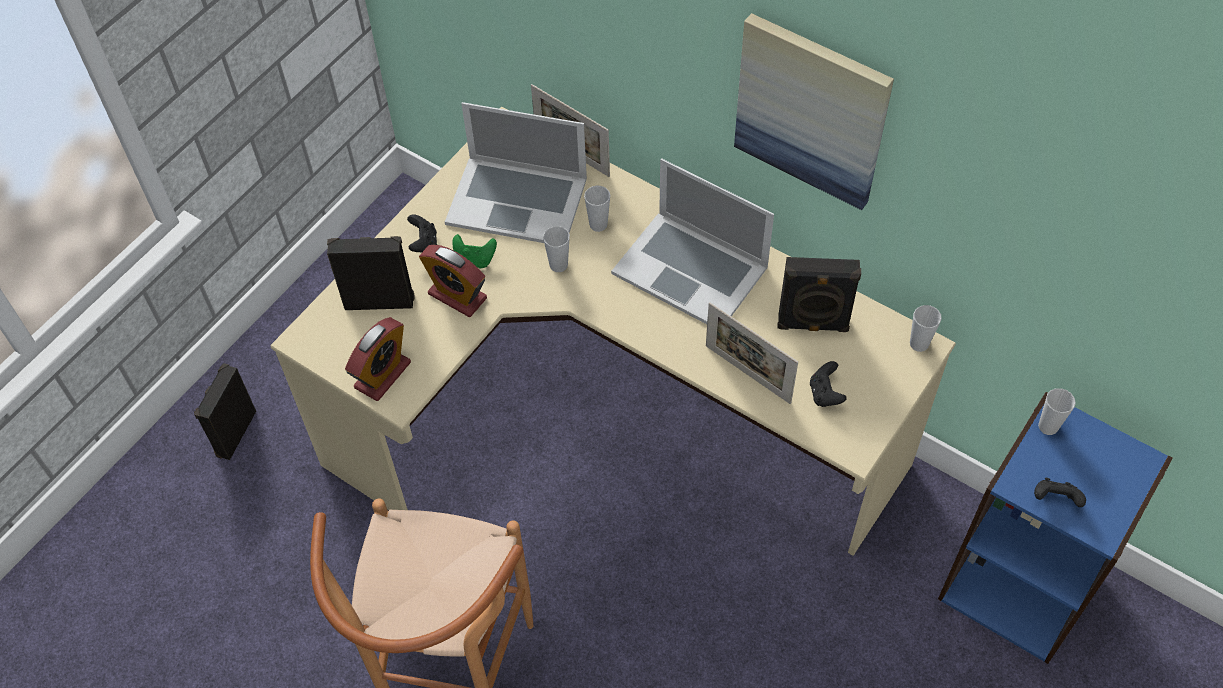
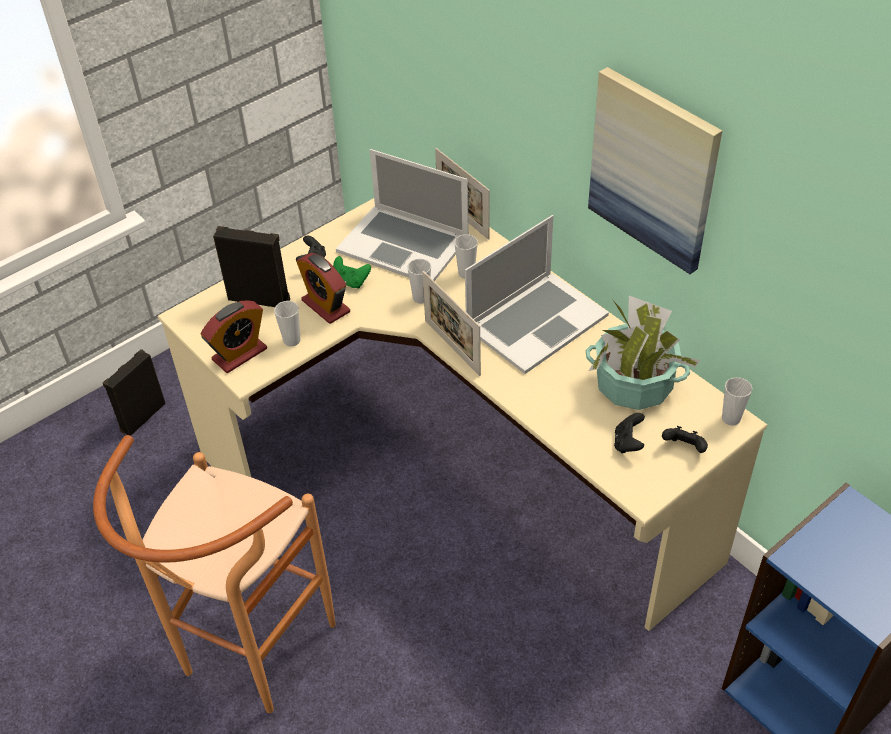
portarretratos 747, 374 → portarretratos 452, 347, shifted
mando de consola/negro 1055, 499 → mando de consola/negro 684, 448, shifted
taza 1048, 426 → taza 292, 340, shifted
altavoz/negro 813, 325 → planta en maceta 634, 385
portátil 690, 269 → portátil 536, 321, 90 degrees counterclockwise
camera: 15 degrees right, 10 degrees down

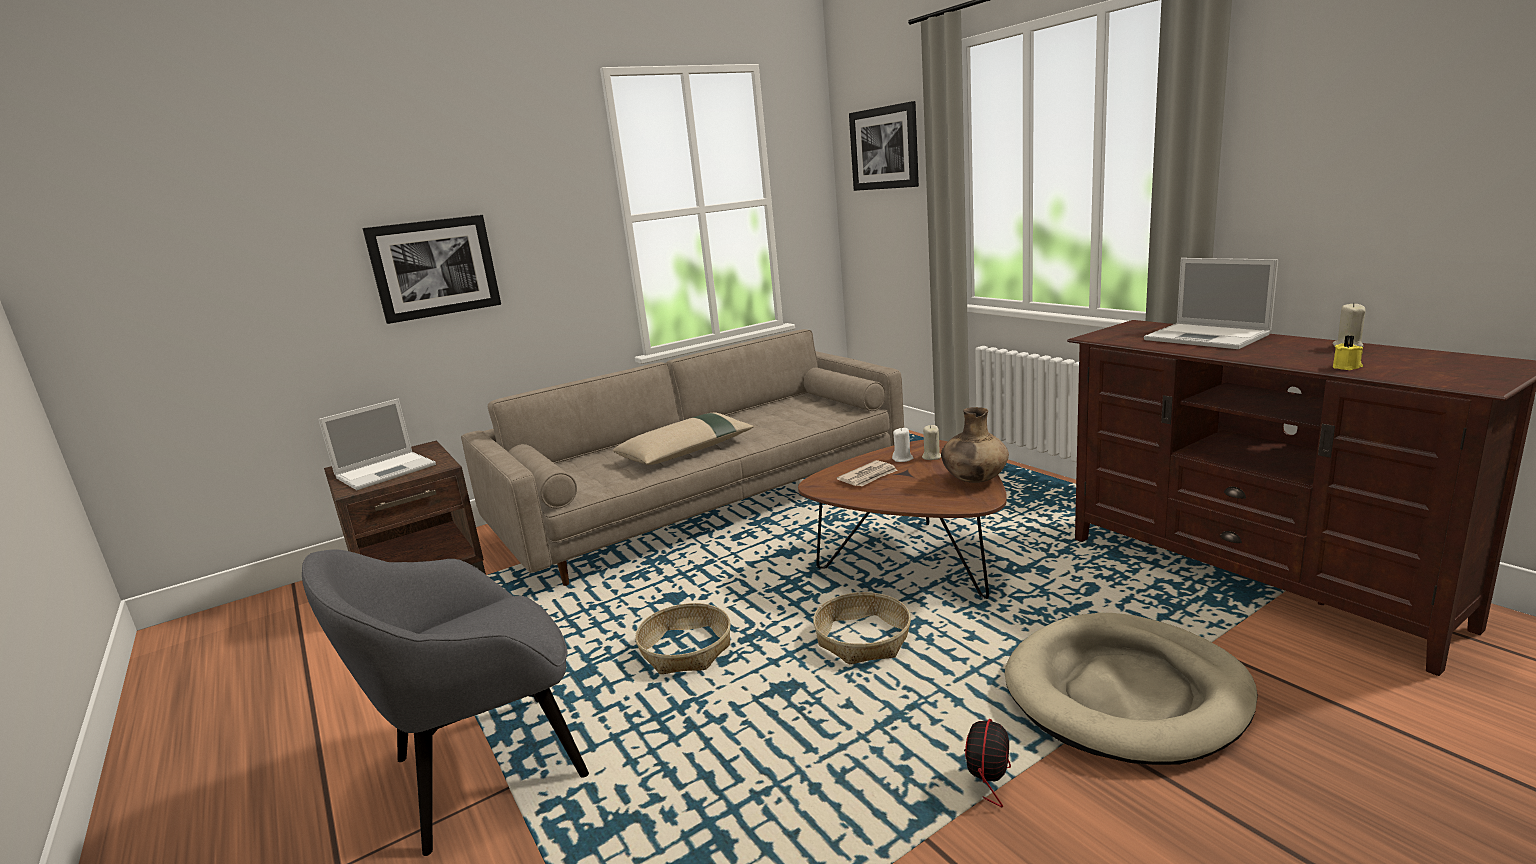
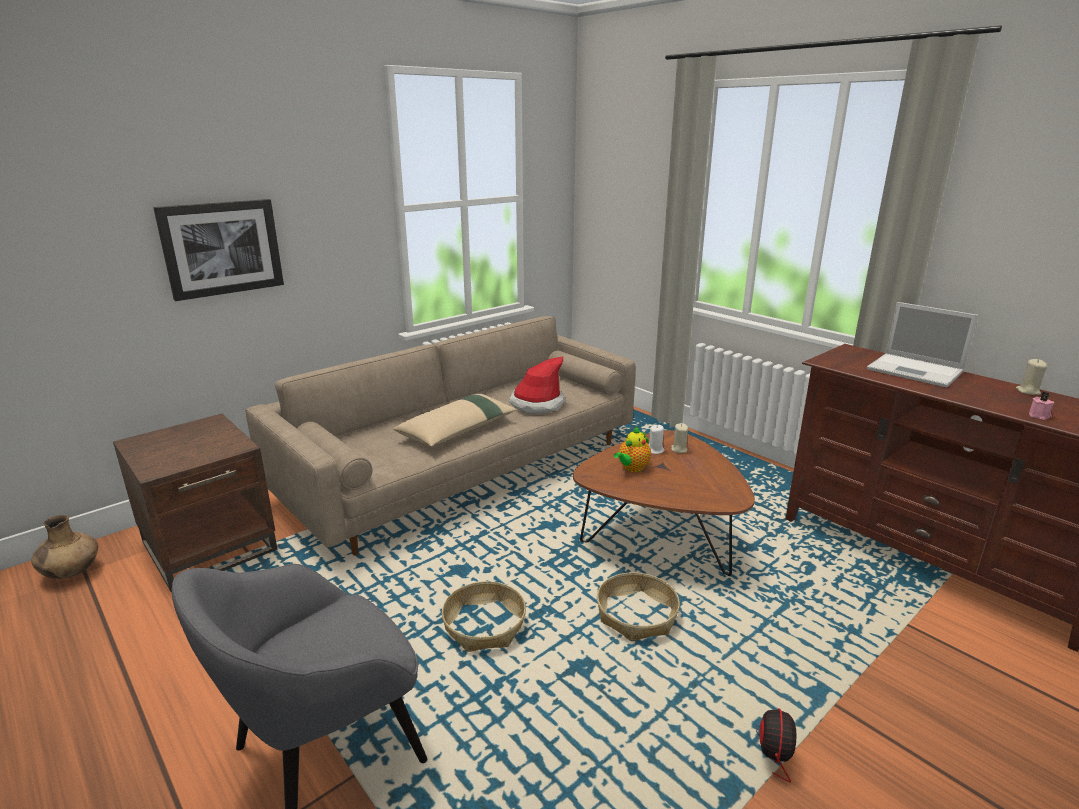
portátil 387, 470 → -
cuadro 884, 148 → -
cama para perro/beis 1126, 693 → -
- → sombrero 537, 404
florero/marrón 974, 480 → florero/marrón 71, 572, shifted
periódico 869, 476 → tetera 632, 468
vela/amarillo 1347, 367 → vela/rosa 1039, 416
camera: 10 degrees left, 5 degrees up

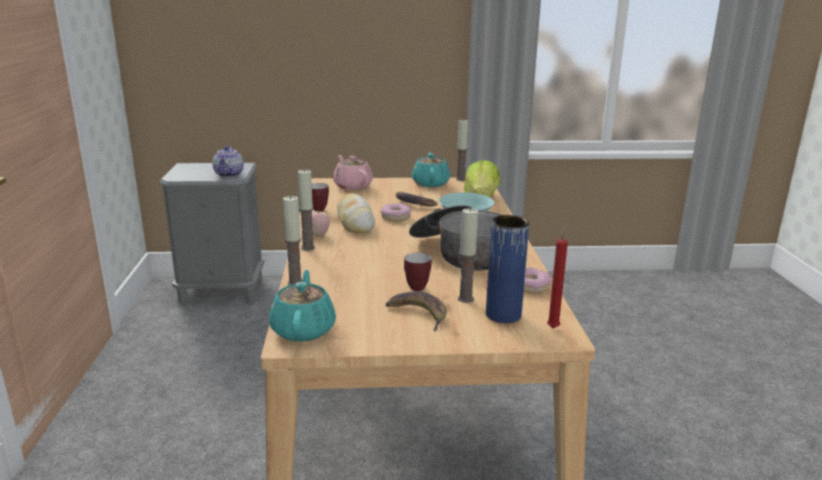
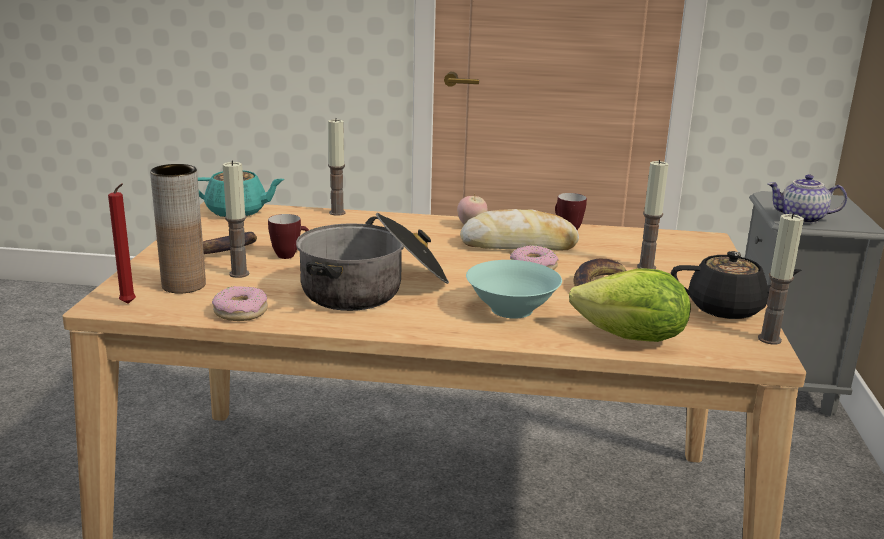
tetera/rosa 352, 186 → -
vela 308, 248 → vela 646, 267, shifted
tetera/turquesa 430, 183 → tetera/negro 727, 309
florero/azul 503, 315 → florero/marrón 184, 285
camera: 100 degrees right, 0 degrees up

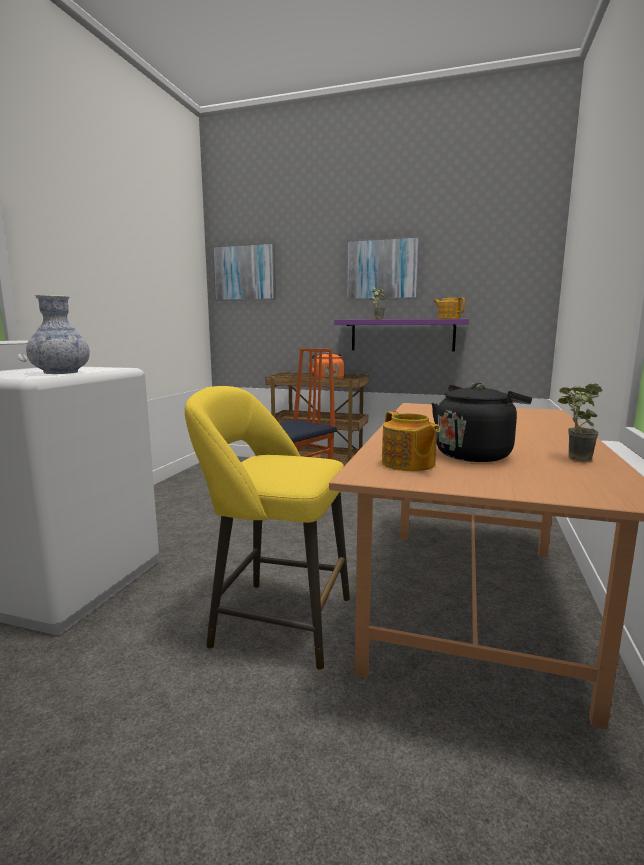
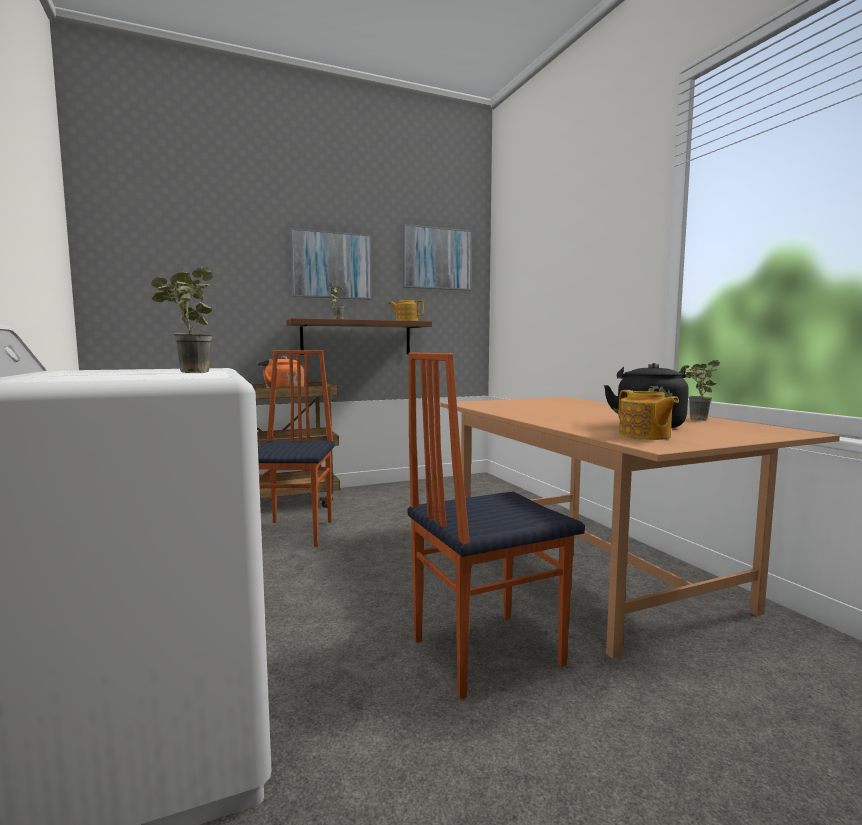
cuadro 245, 273 → cuadro 437, 258, shifted
florero 61, 373 → planta en maceta 186, 372
taburete/amarillo 275, 621 → silla 484, 651
estante/morado 402, 335 → estante/marrón 356, 337
tetera 408, 464 → tetera 644, 436, 45 degrees clockwise
camera: 40 degrees left, 5 degrees down

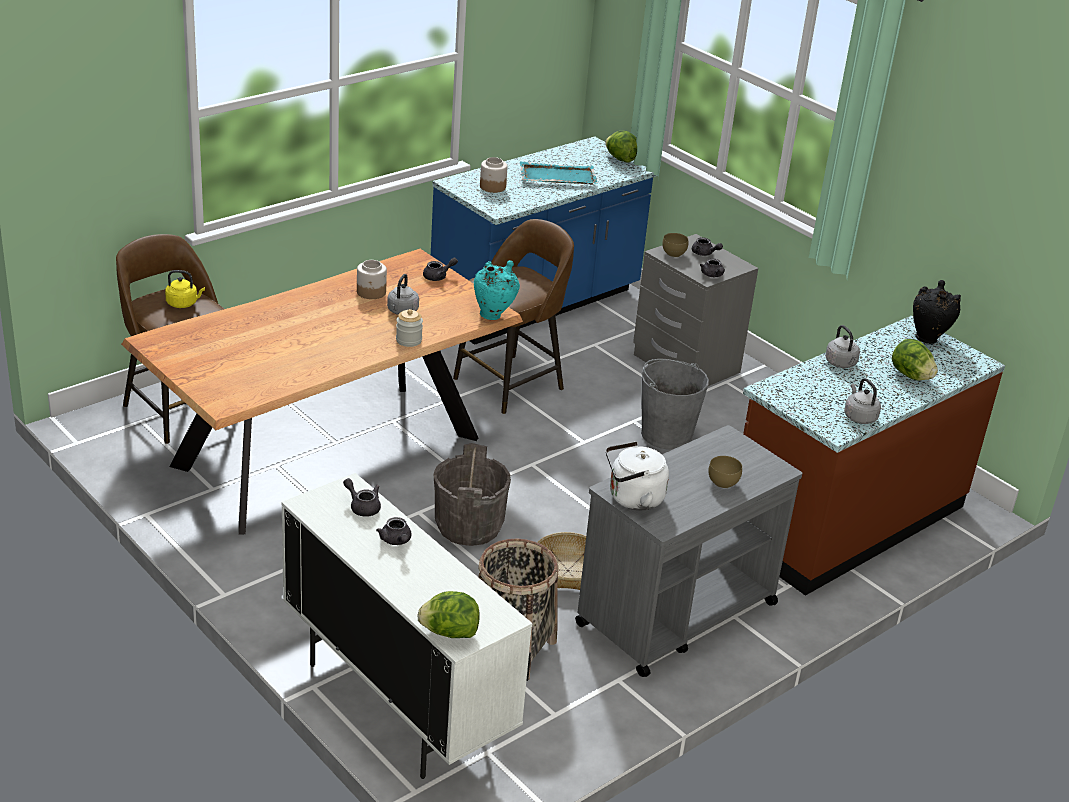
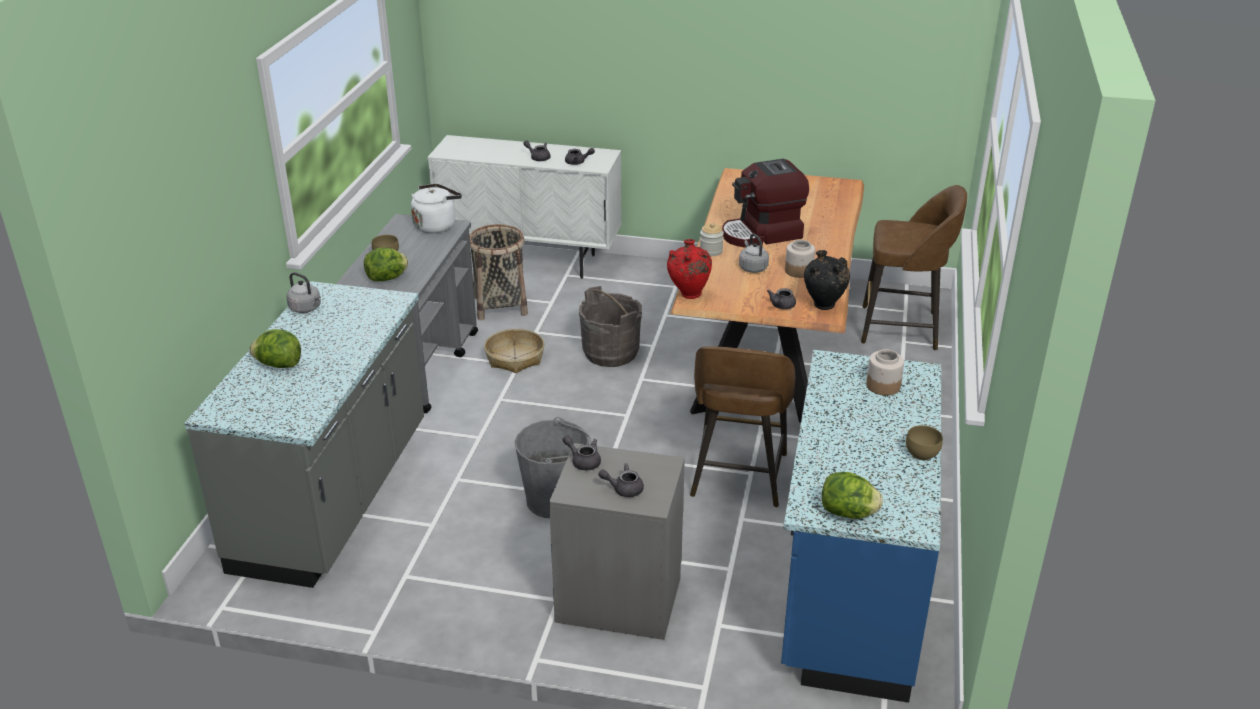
hervidor/amarillo 183, 303 → -
bandeja/turquesa 557, 176 → -
hervidor/gris 841, 364 → -
- → cafetera 762, 234
lechuga 449, 633 → lechuga 387, 278, shifted
cuenco/marrón 674, 254 → cuenco/marrón 920, 455, shifted
florero/negro 928, 338 → florero/negro 824, 307, shifted
florero/turquesa 494, 315 → florero/rojo 688, 295
mueble bajo de cocina/marrón 844, 520 → mueble bajo de cocina/gris 335, 498
camera: 145 degrees right, 0 degrees up

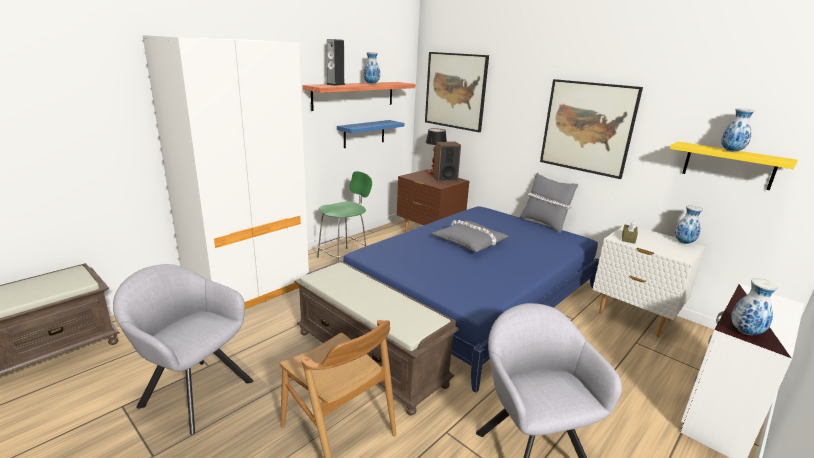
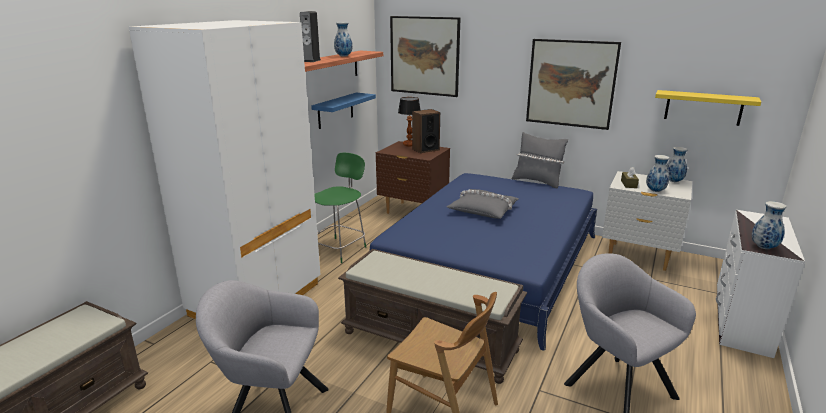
florero 731, 151 → florero 655, 191, shifted
camera: 15 degrees left, 0 degrees up

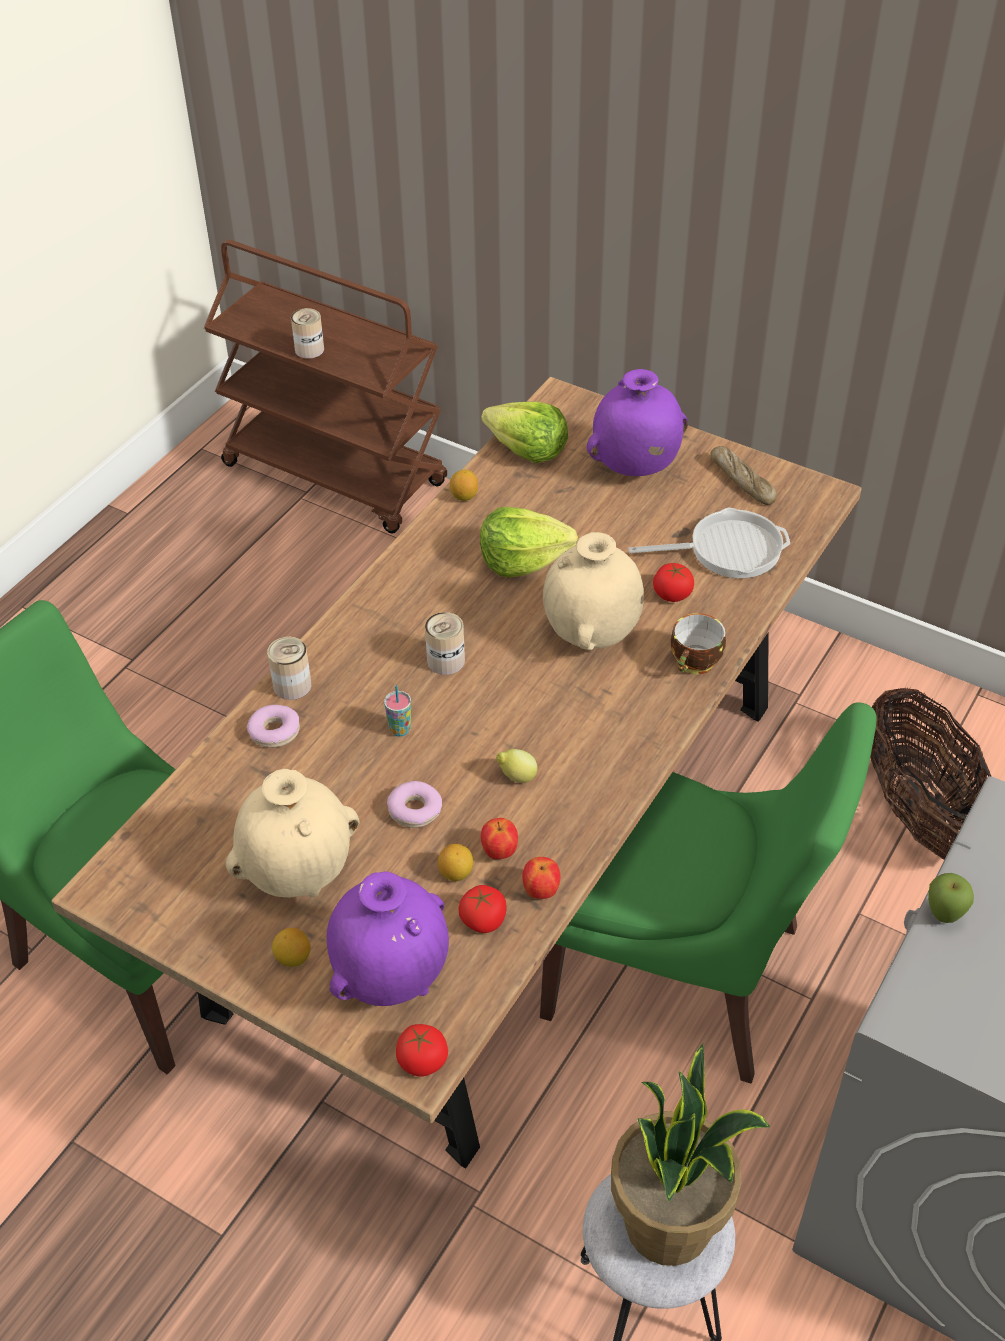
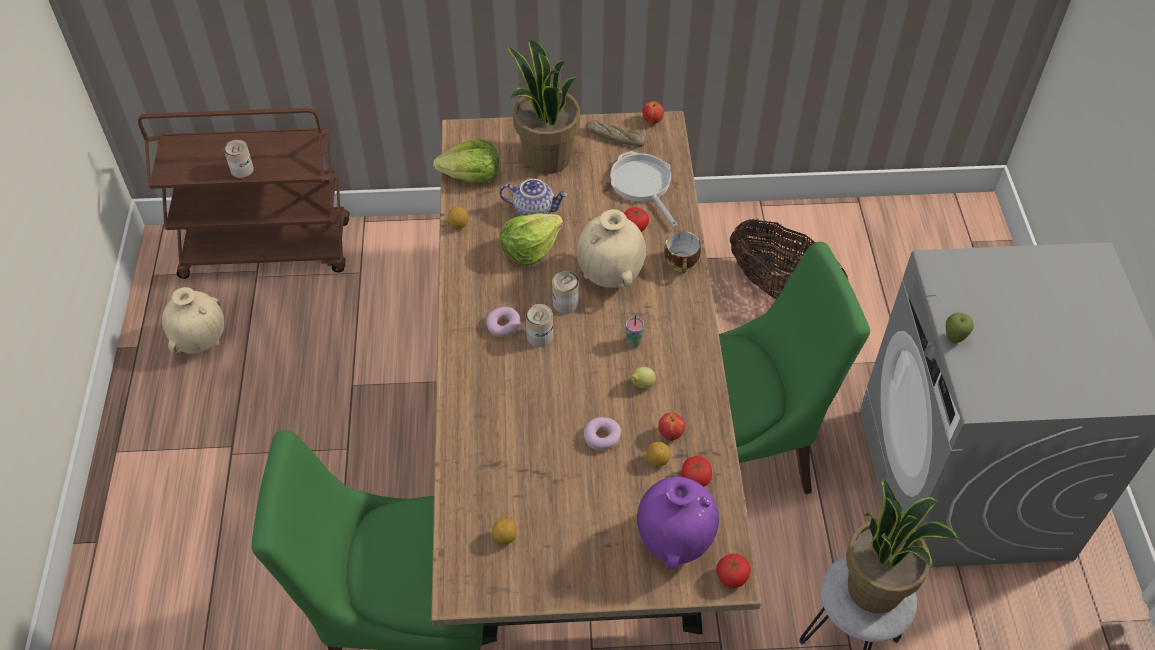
- → tetera 534, 210
florero/beis 300, 874 → florero/beis 201, 341, shifted
rosquilla 274, 732 → rosquilla 503, 325, shifted
lata 292, 685 → lata 565, 303, shifted
limón 293, 958 → limón 505, 537, shifted
taza 400, 729 → taza 633, 342, shifted
manzana 541, 891 → manzana 652, 121, shifted
florero/morado 634, 469 → planta en maceta 546, 158
sartén 728, 549 → sartén 642, 185, 75 degrees counterclockwise
camera: 35 degrees left, 5 degrees up

